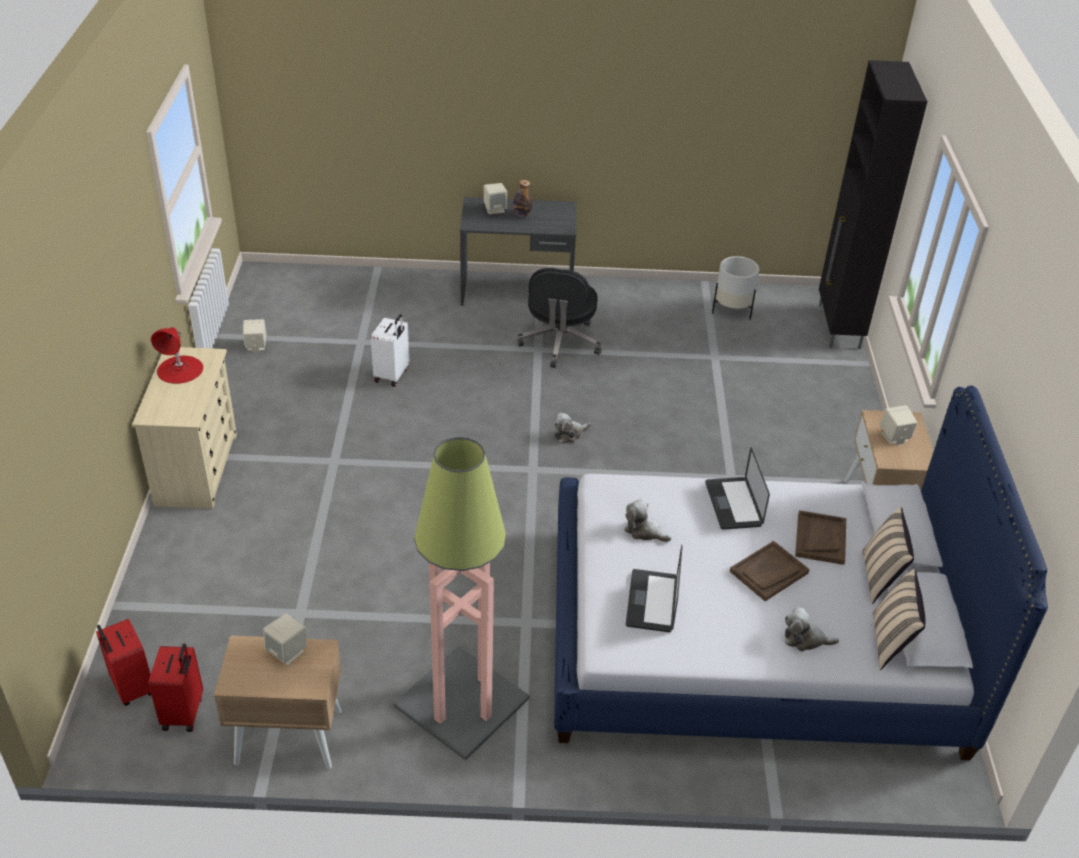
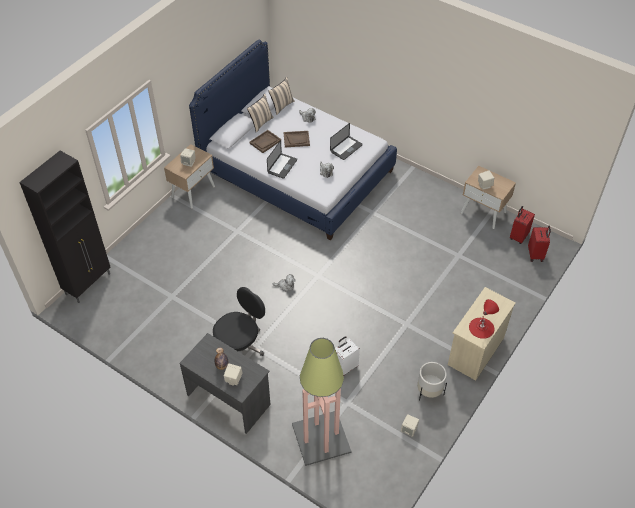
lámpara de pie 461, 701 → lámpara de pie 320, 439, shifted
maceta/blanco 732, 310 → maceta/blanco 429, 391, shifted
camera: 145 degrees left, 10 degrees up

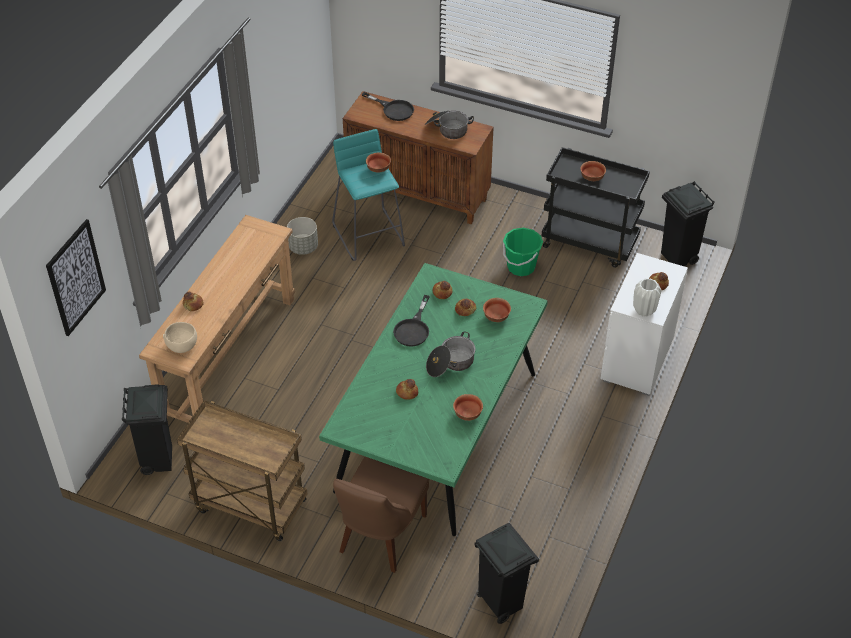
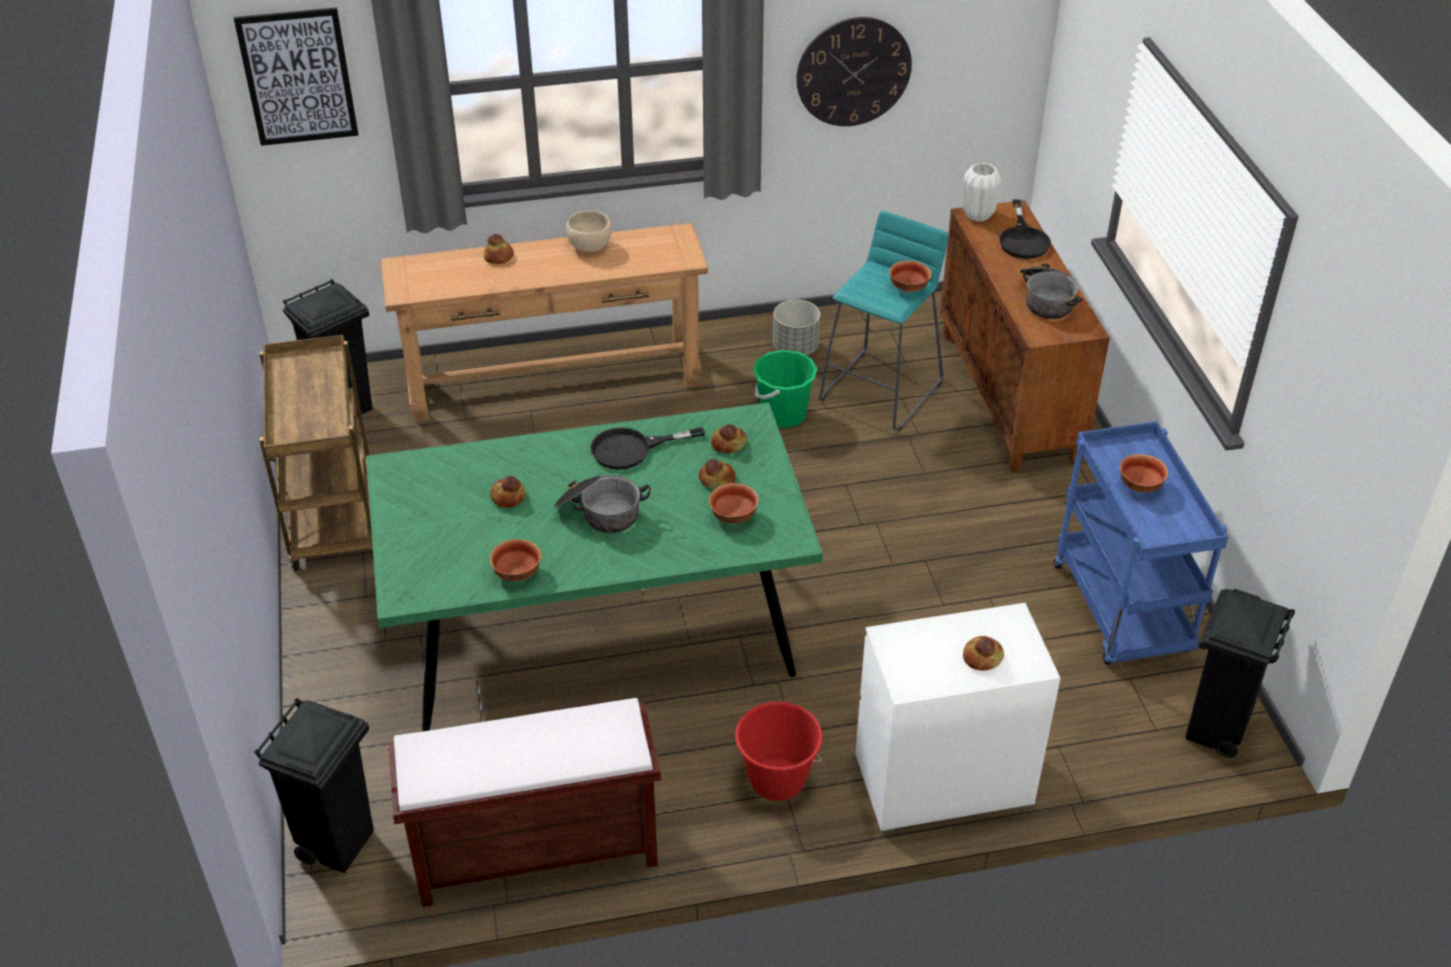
silla/marrón 380, 536 → -
- → banco/marrón 533, 852
- → cubo/rojo 776, 780
- → reloj de pared 853, 71
cuenco/beis 182, 346 → cuenco/beis 589, 246, shifted
cubo/verde 521, 267 → cubo/verde 783, 414, shifted
florero/blanco 644, 310 → florero/blanco 978, 215, shifted
carrito/negro 590, 243 → carrito/azul 1123, 612
camera: 55 degrees right, 5 degrees down

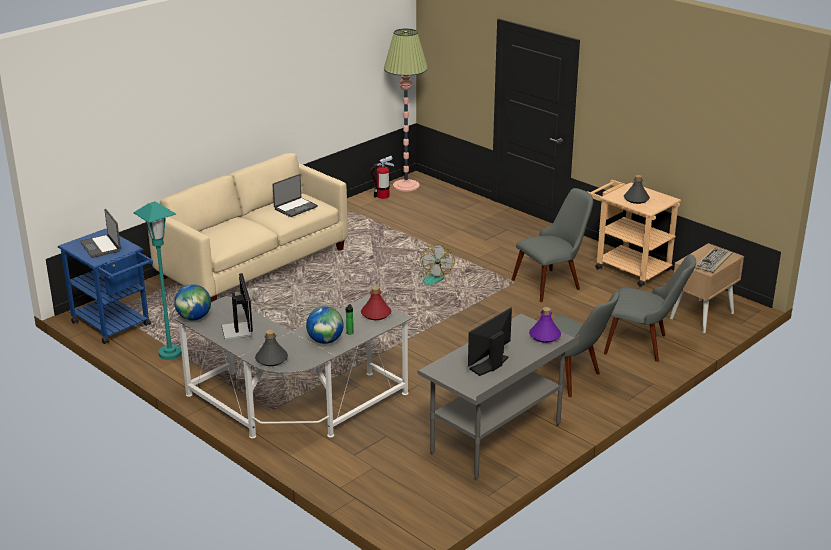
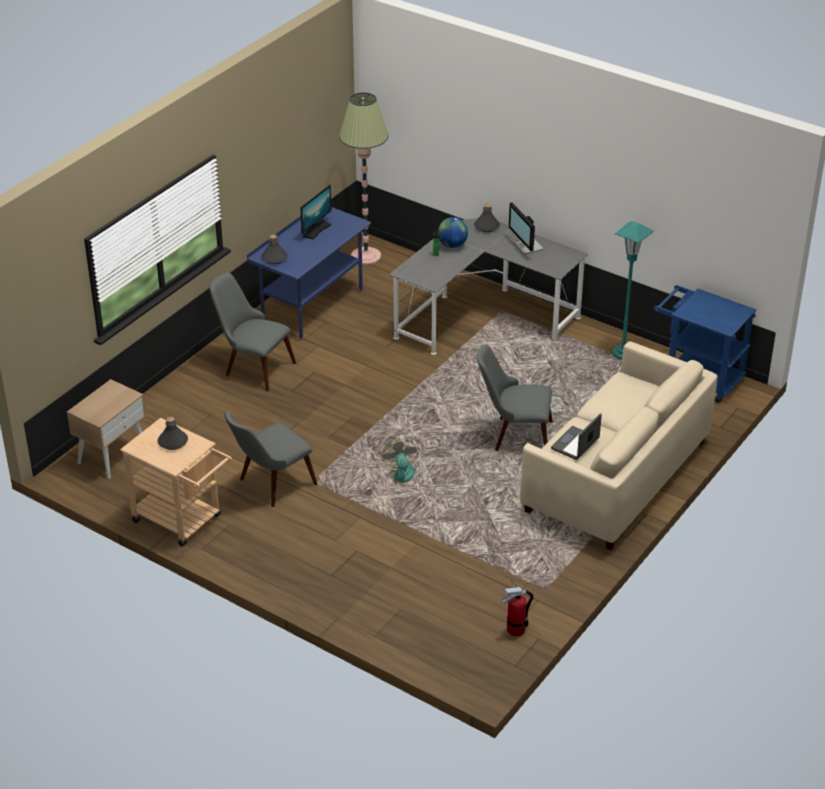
portátil 101, 247 → -
globo terráqueo 194, 318 → -
botella/rojo 375, 314 → -
teclado 713, 262 → -
lámpara de pie 406, 186 → lámpara de pie 366, 256, shifted
silla/gris 644, 345 → silla/gris 514, 436, shifted
escritorio/gris 496, 439 → escritorio/azul 312, 306
botella/morado 545, 336 → botella/gris 274, 258
camera: 170 degrees right, 10 degrees up

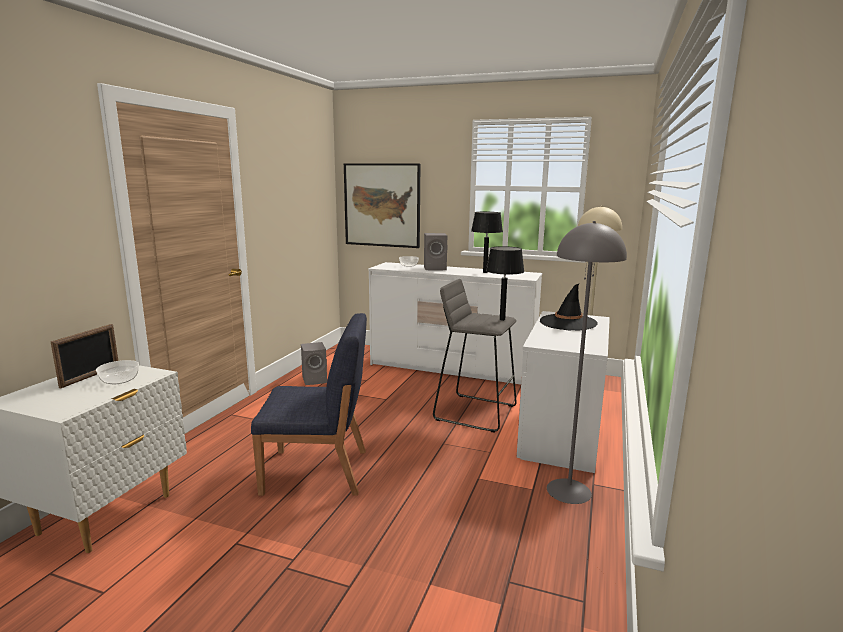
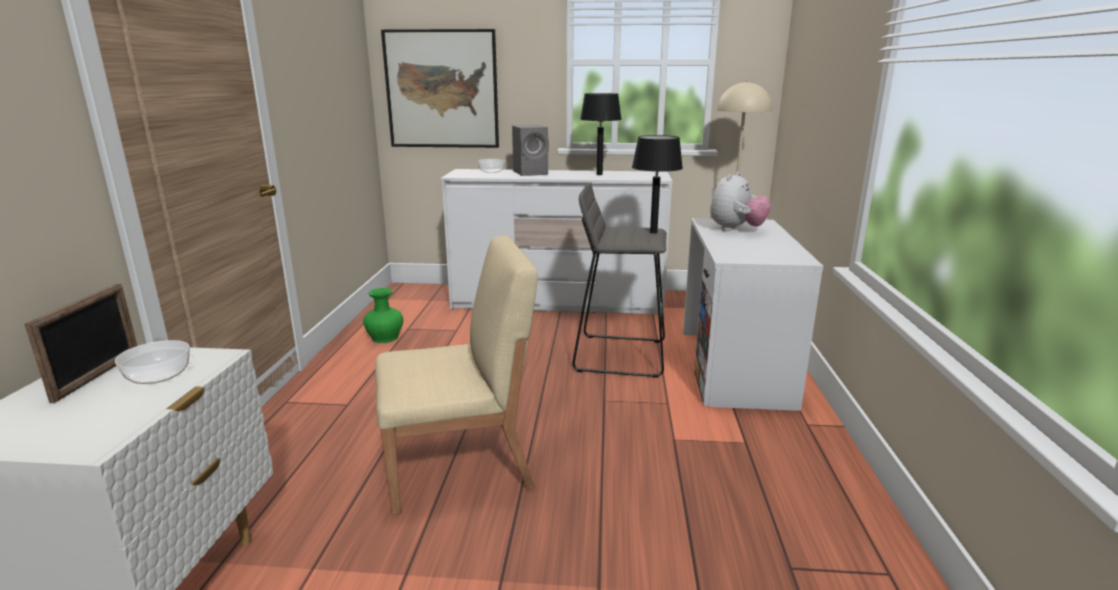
lámpara de pie/gris 568, 490 → -
altavoz/gris 315, 379 → florero/verde 385, 337
sombrero/negro 568, 323 → peluche 736, 230
silla/azul 317, 472 → silla/beis 460, 465
camera: 15 degrees left, 5 degrees up

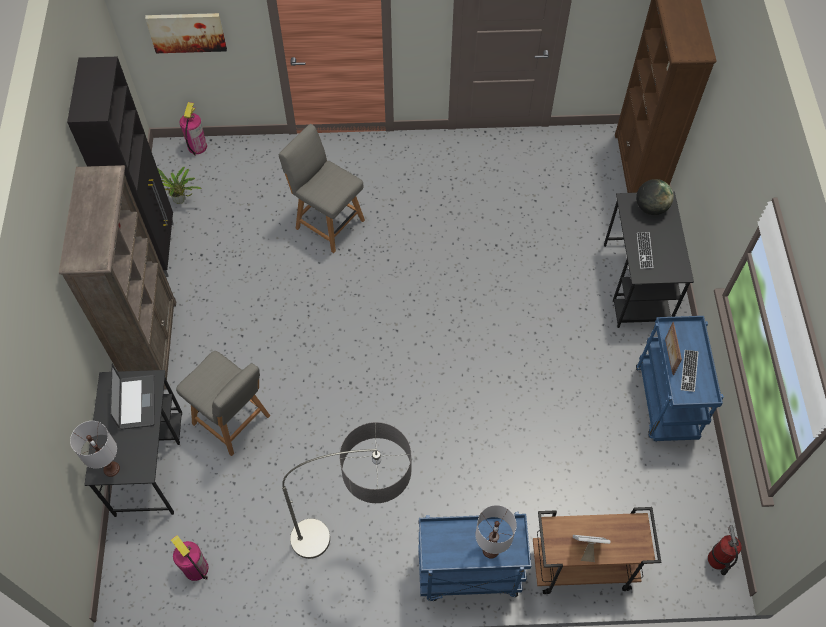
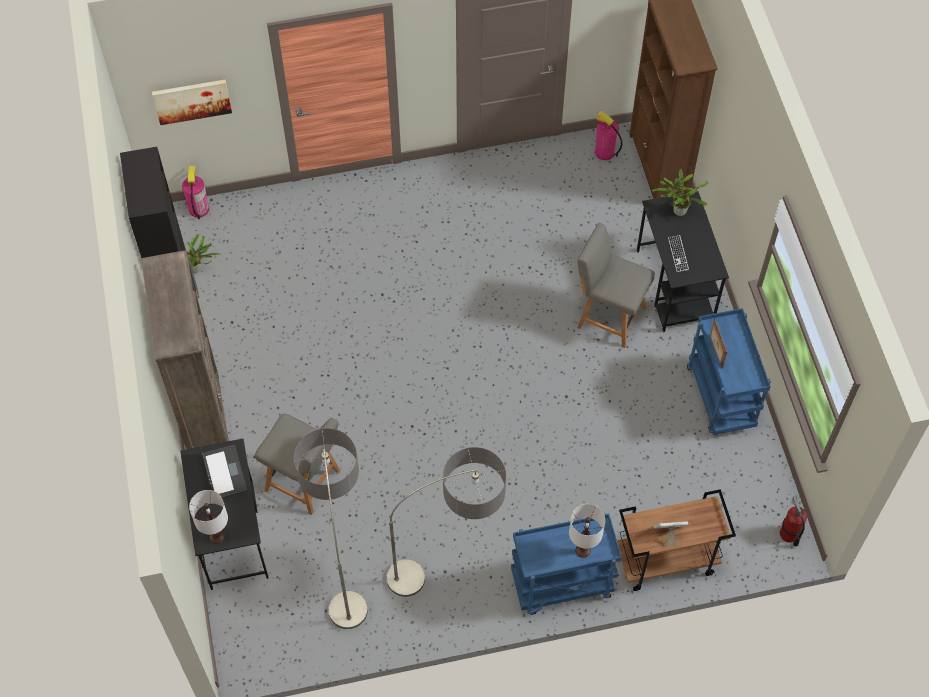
teclado 689, 371 → -
- → lámpara de pie 343, 567
extintor 196, 568 → extintor 604, 152, shifted
silla/gris 328, 223 → silla/gris 608, 316, shifted
globo terráqueo 651, 208 → planta en maceta 677, 210
camera: 10 degrees left, 0 degrees up

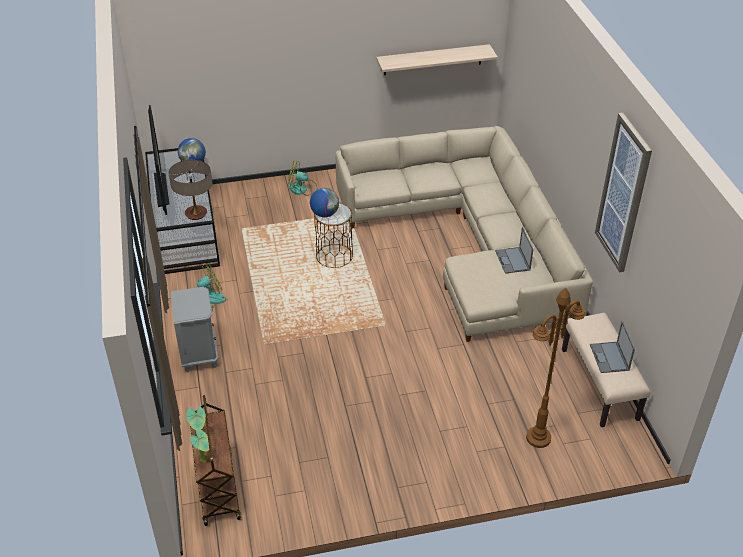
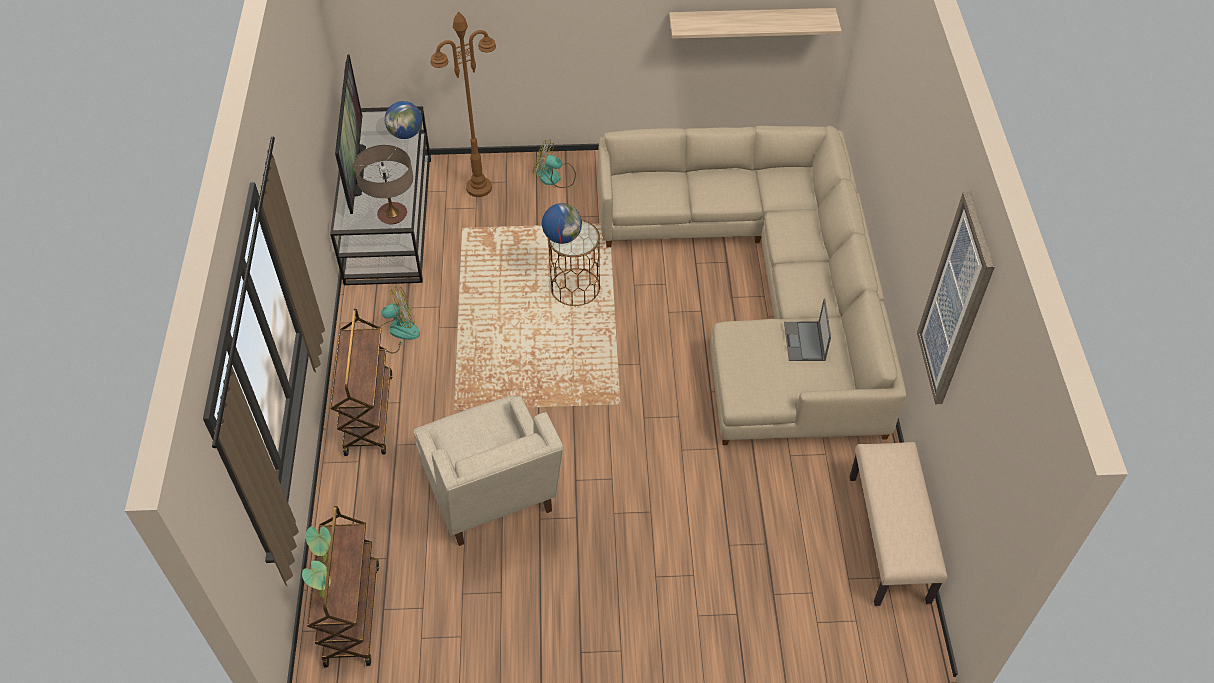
portátil 609, 358 → -
- → sillón/beis 492, 497
lámpara de pie/marrón 538, 438 → lámpara de pie/marrón 479, 187, shifted
mesita de noche/gris 199, 355 → carrito/marrón 368, 413
camera: 10 degrees right, 10 degrees up

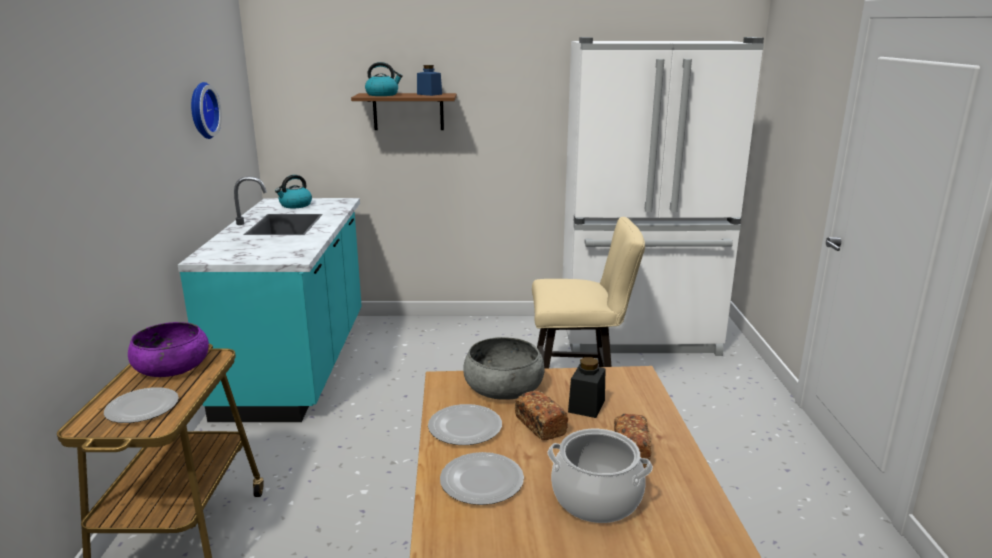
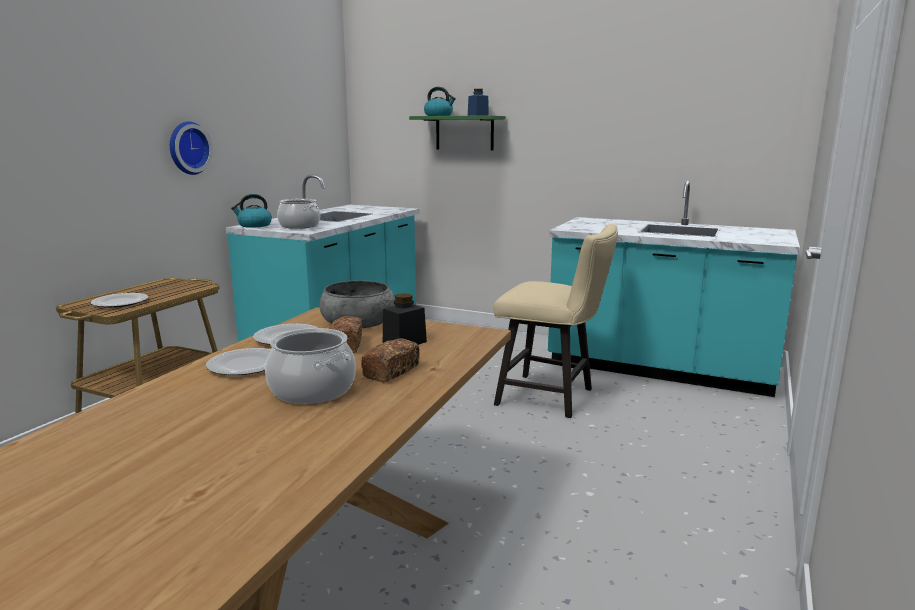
cuenco/morado 172, 366 → -
- → olla 299, 226
reloj de pared 201, 110 → reloj de pared 187, 148, shifted
hervidor 295, 205 → hervidor 254, 225, shifted
nevera/blanco 639, 337 → mueble bajo de cocina/turquesa 660, 368
estante/marrón 408, 111 → estante/verde 464, 133
camera: 25 degrees right, 5 degrees down

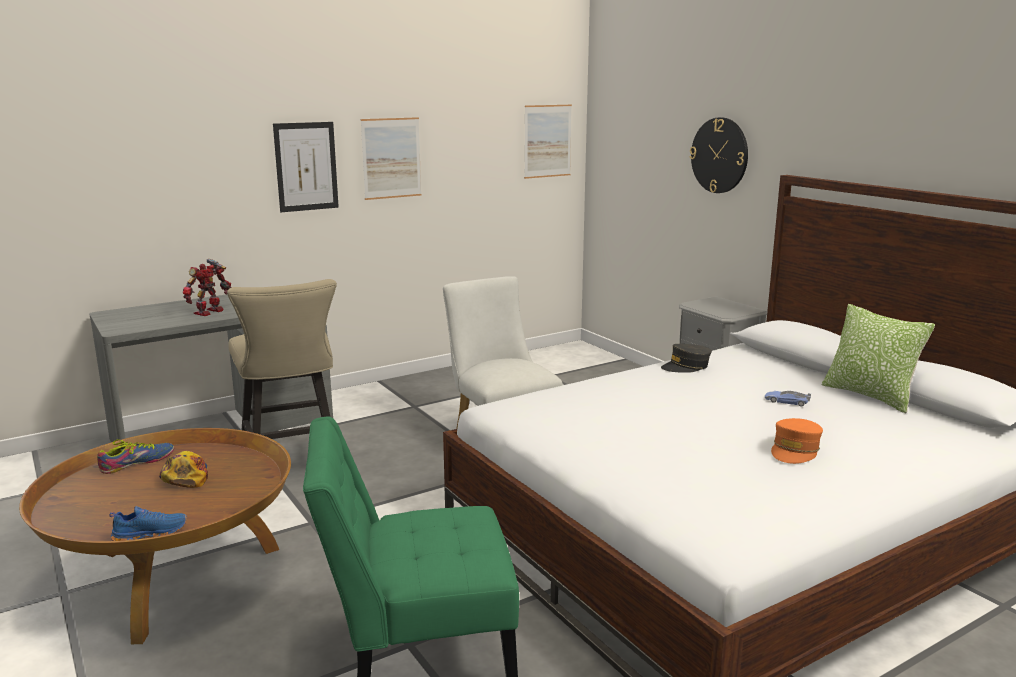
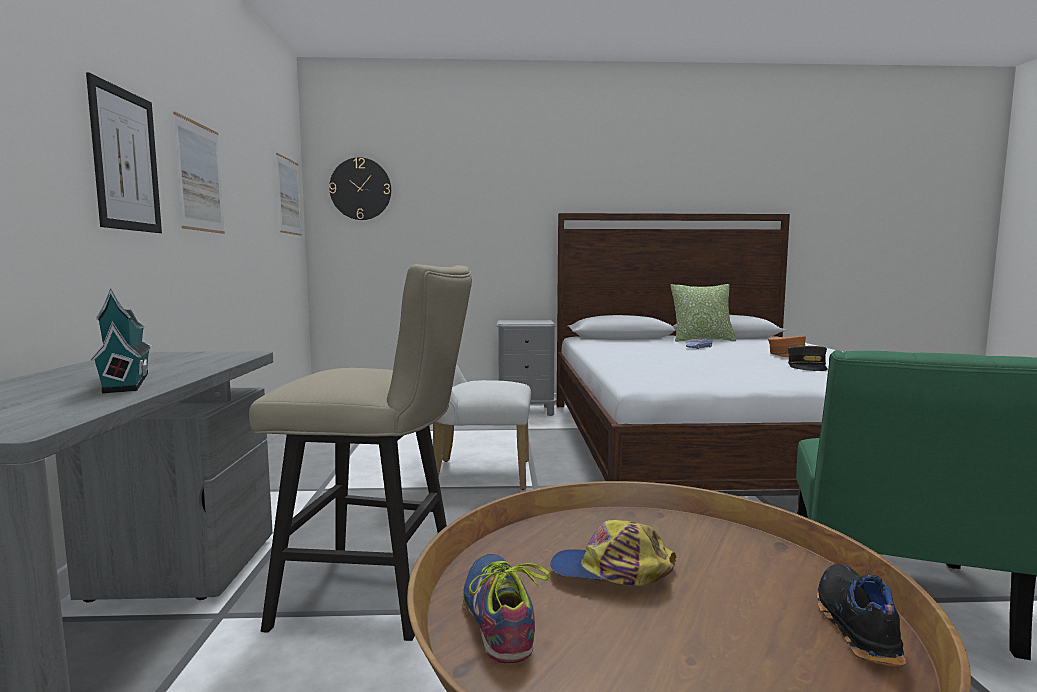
gorra/gris 686, 367 → gorra/gris 807, 367, shifted
reloj de pared 719, 155 → reloj de pared 360, 189, shifted
robot de juguete 210, 312 → casita 127, 382
zapato/azul 150, 533 → zapato/negro 854, 626
camera: 60 degrees left, 10 degrees down

